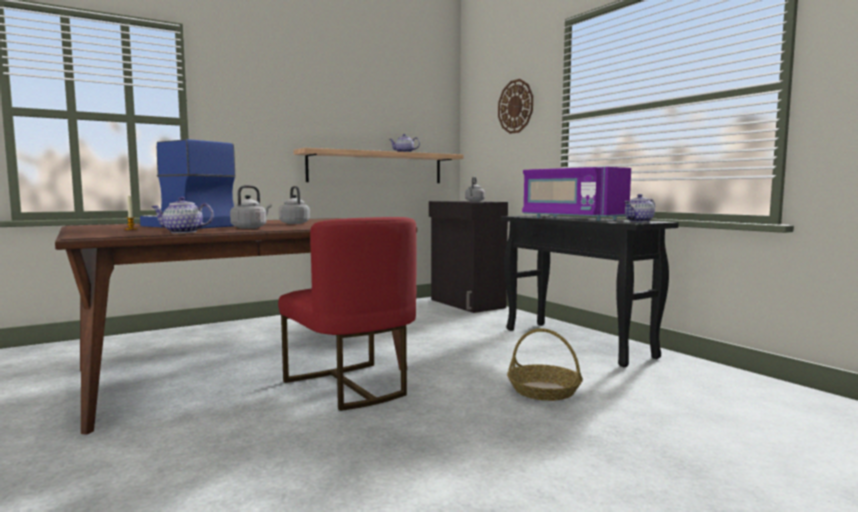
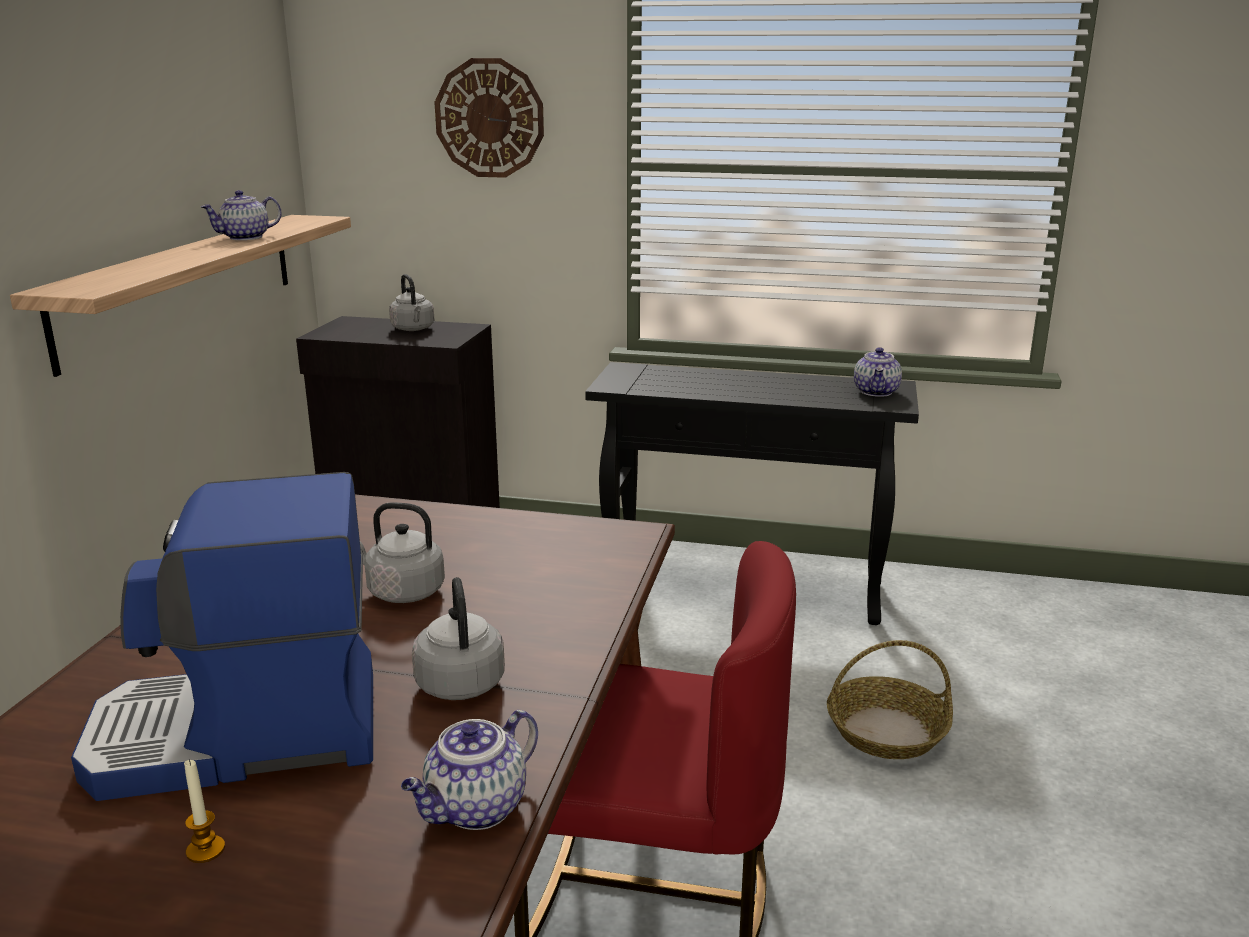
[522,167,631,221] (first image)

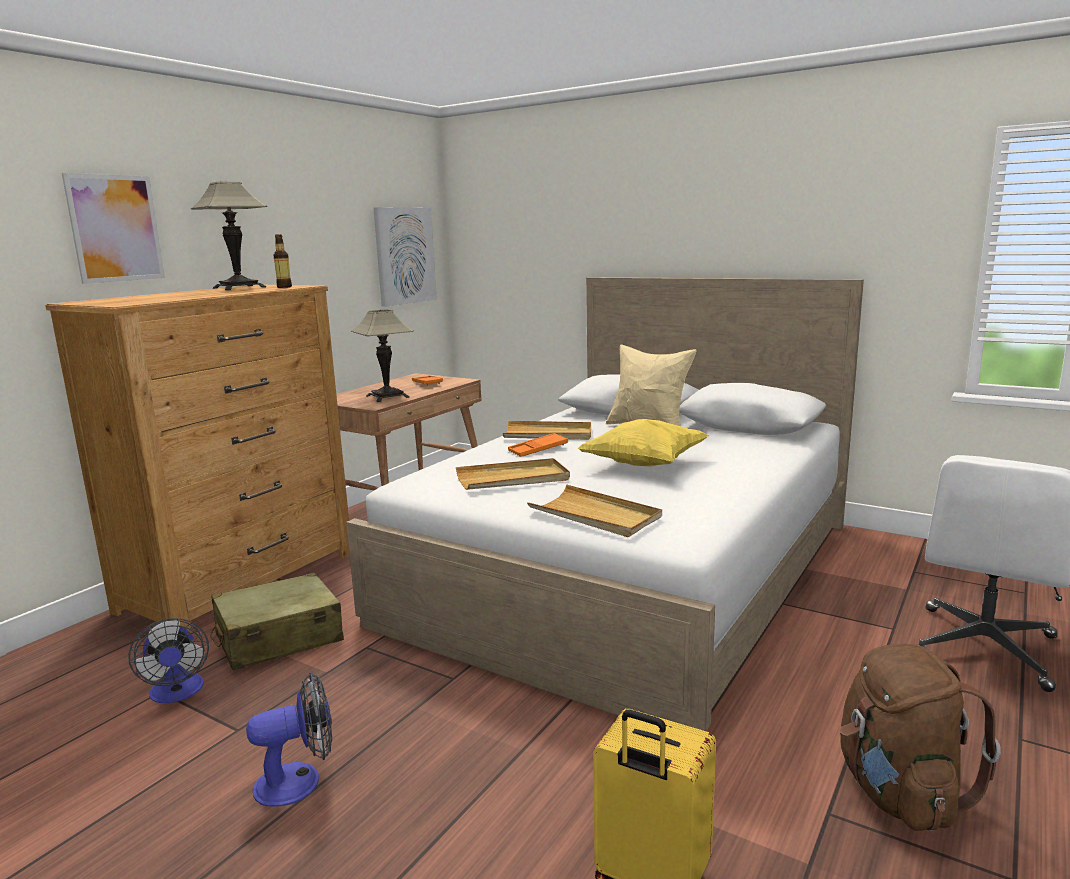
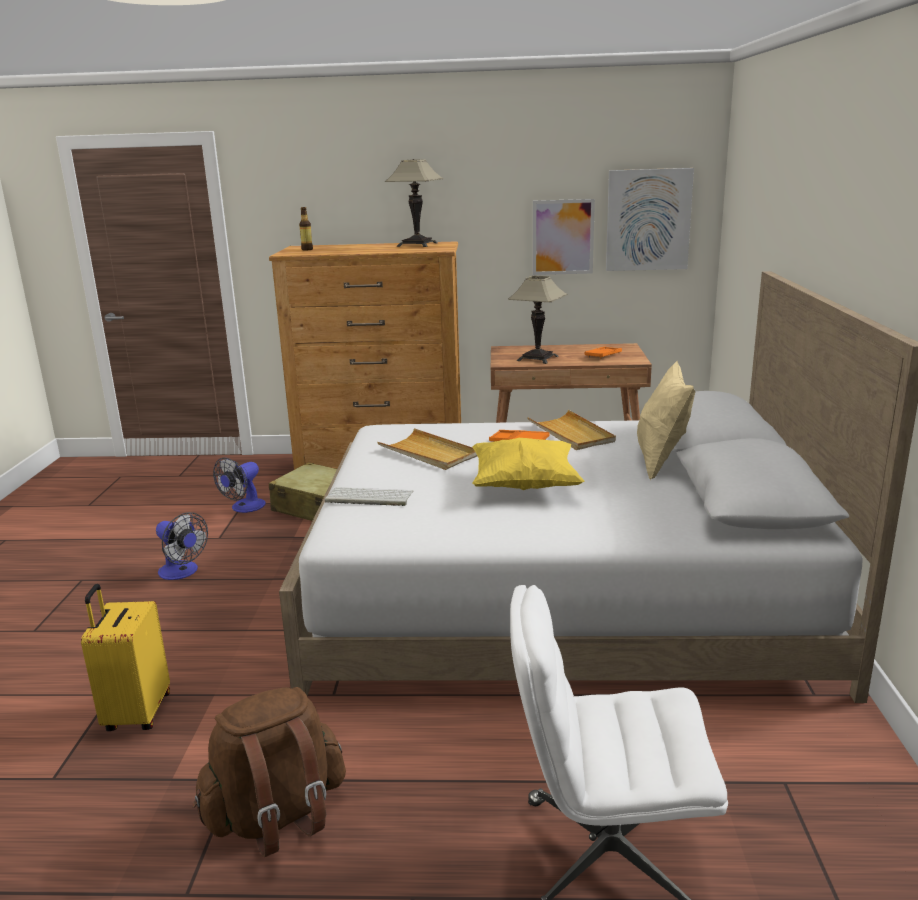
[533,199,595,275]
[299,207,313,251]
[325,487,413,506]

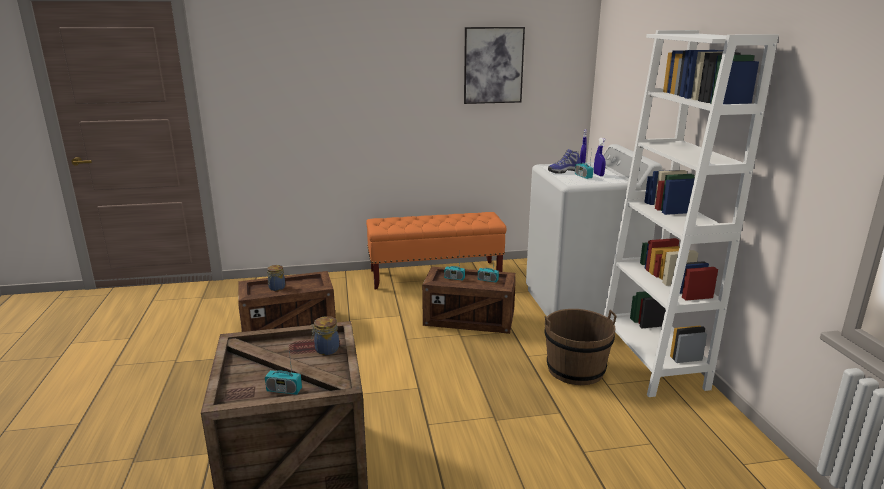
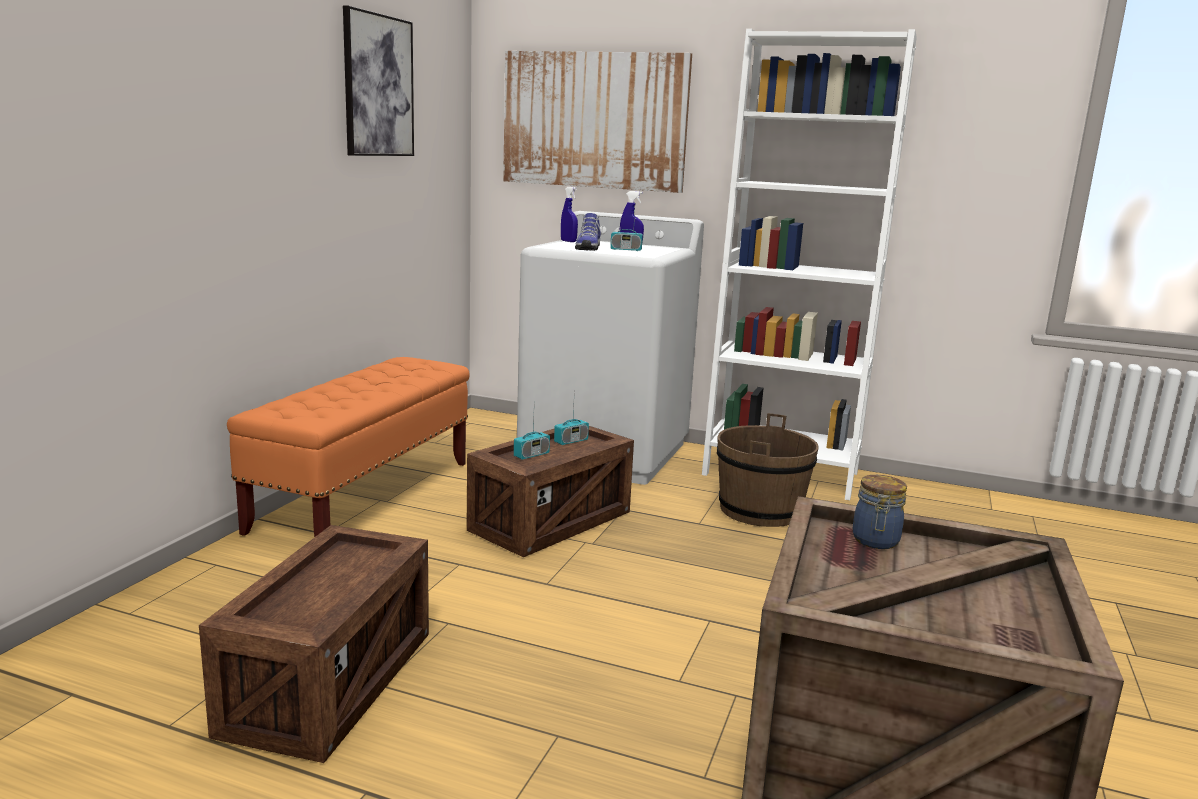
[265,351,302,395] (first image)
[267,265,285,291] (first image)
[503,51,692,193]

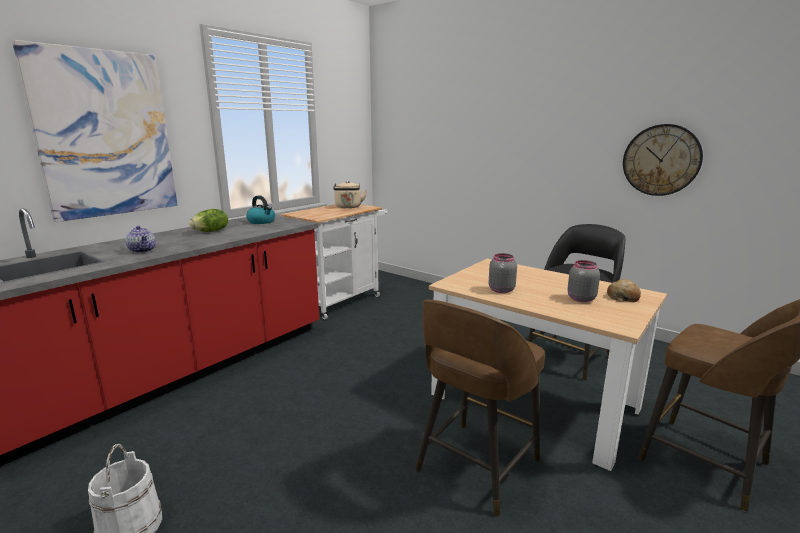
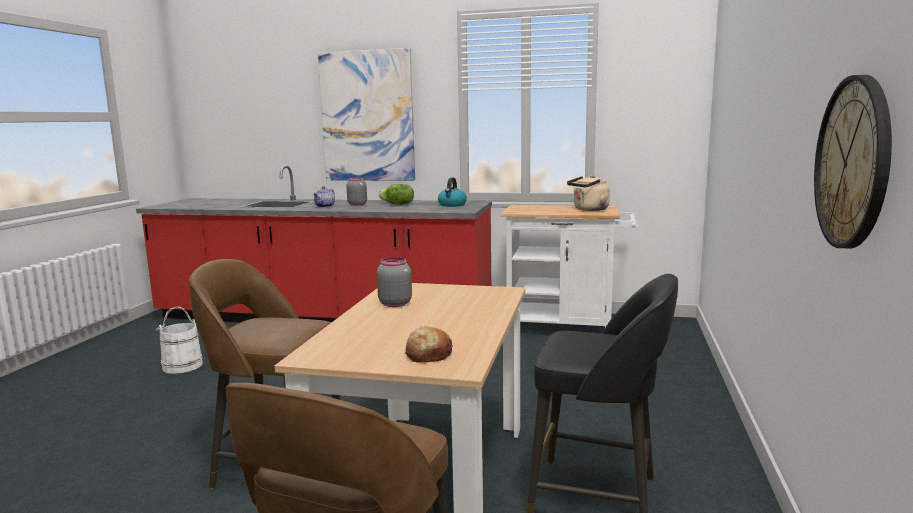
[346,177,367,206]

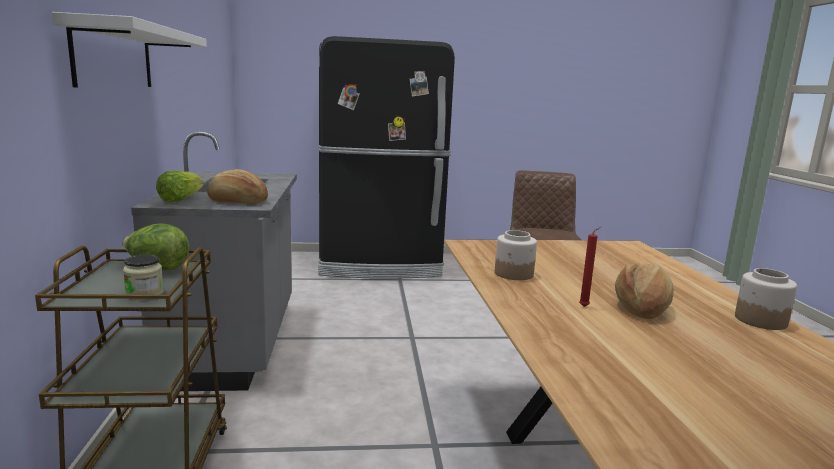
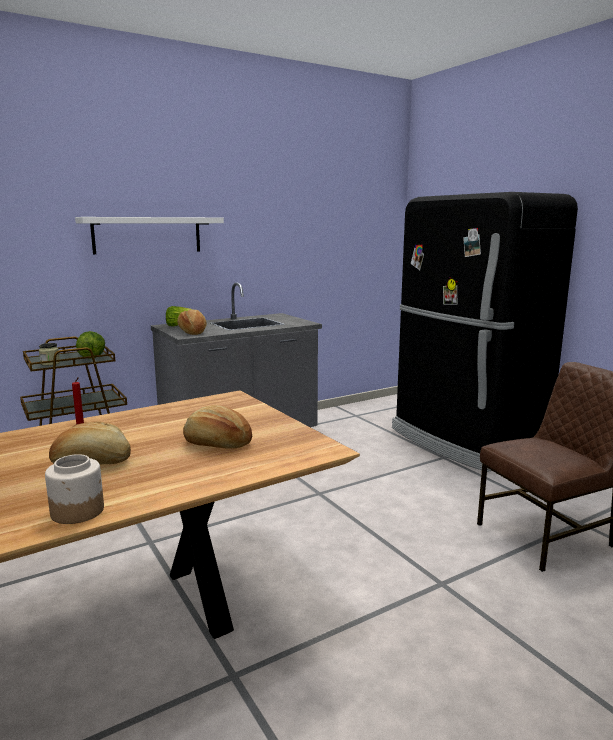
[495,230,537,280] (first image)
[183,405,252,449]

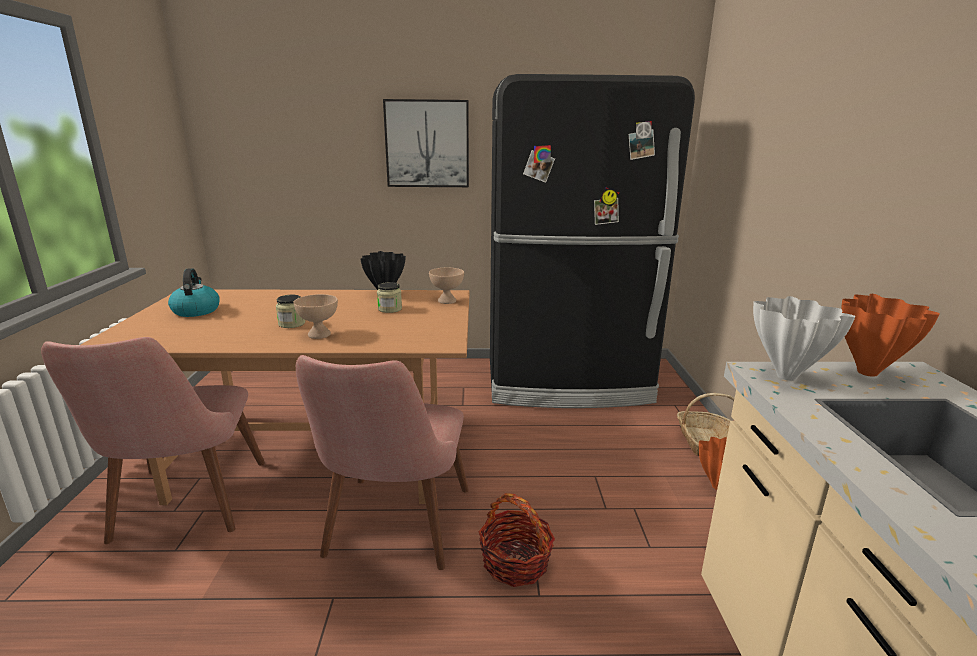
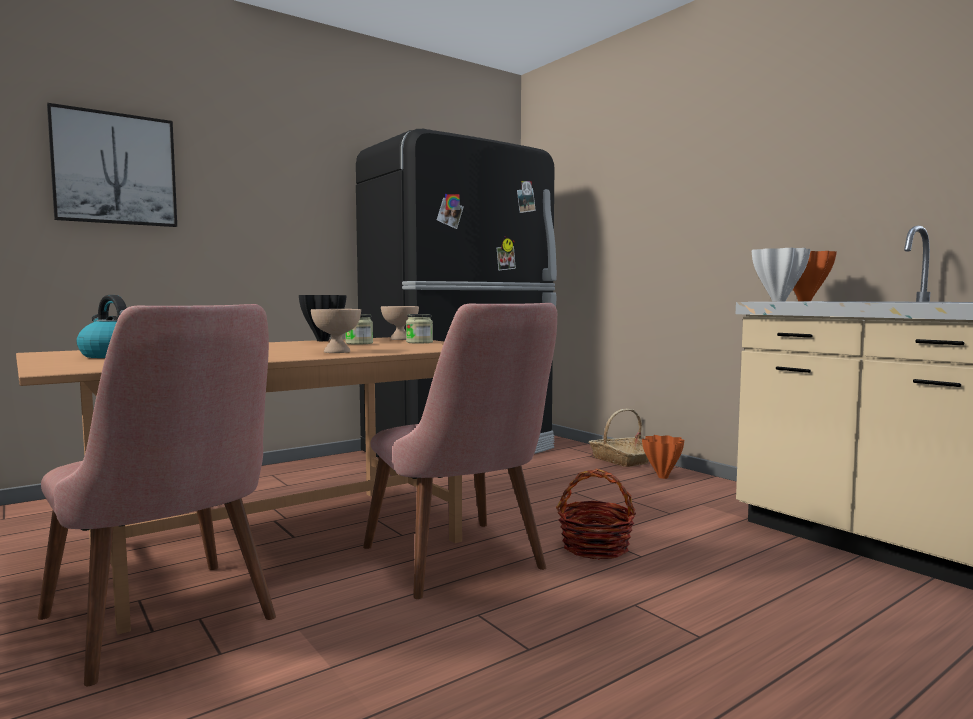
[406,314,433,343]
[47,103,177,227]

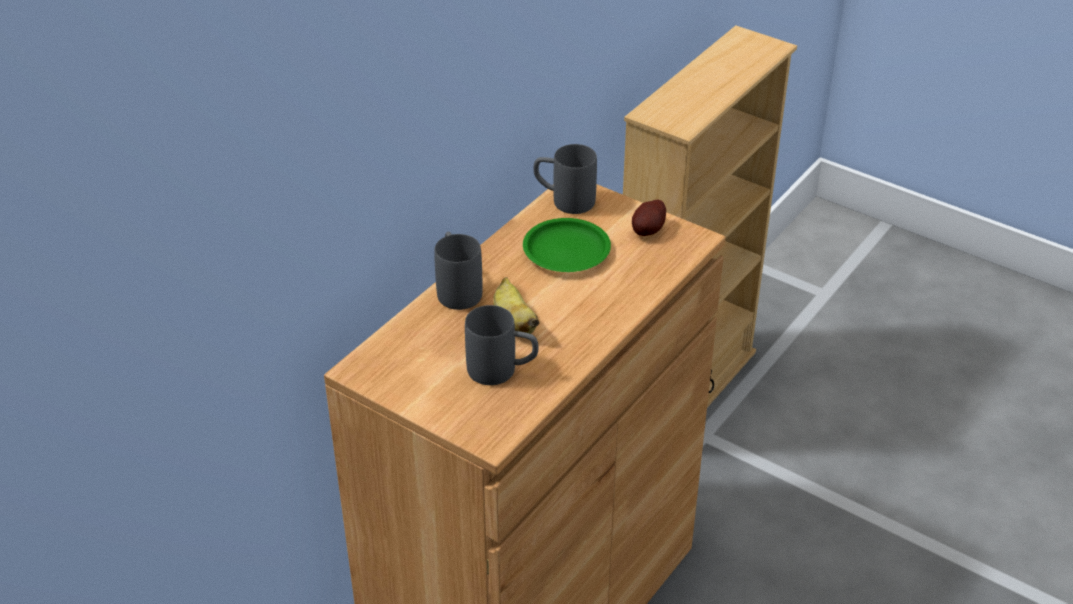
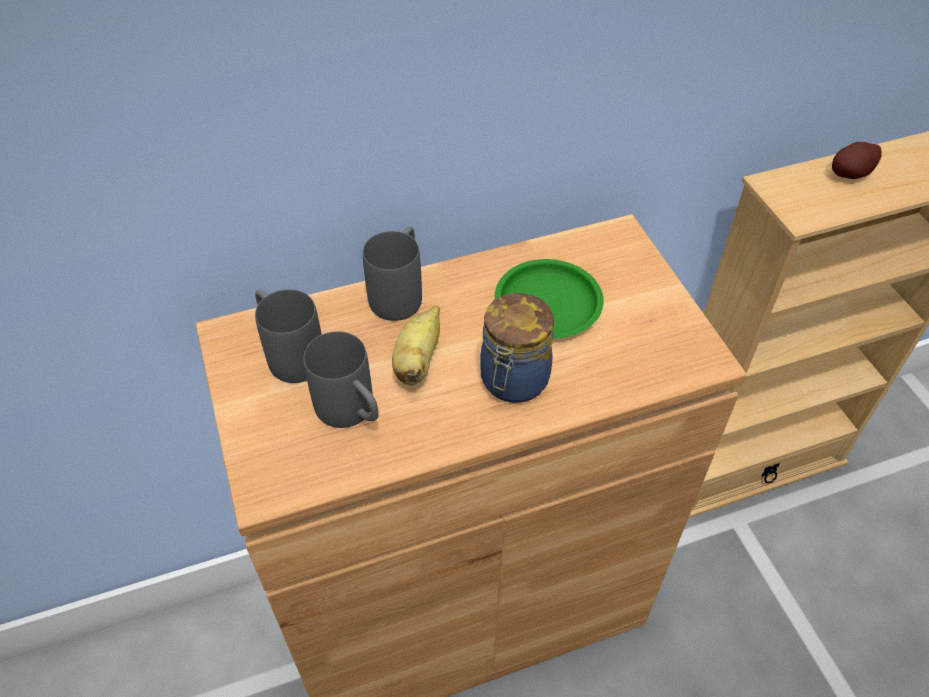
[255,289,322,383]
[832,142,882,179]
[480,293,554,403]

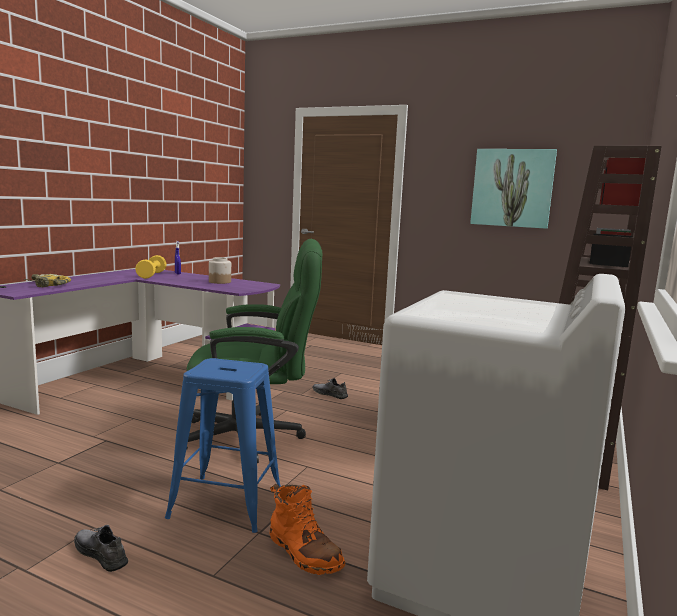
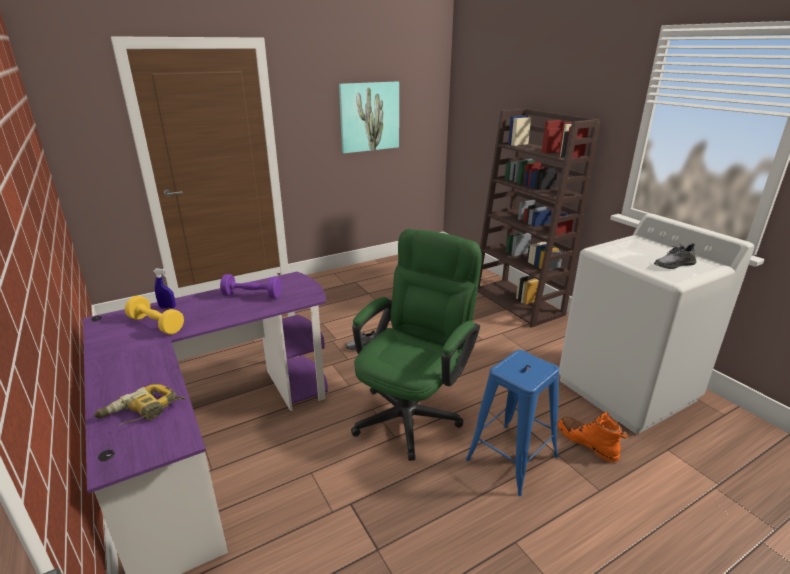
[654,243,697,269]
[220,274,281,299]
[558,412,628,462]

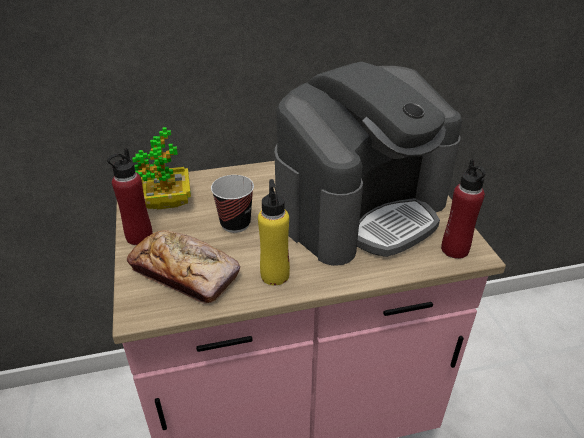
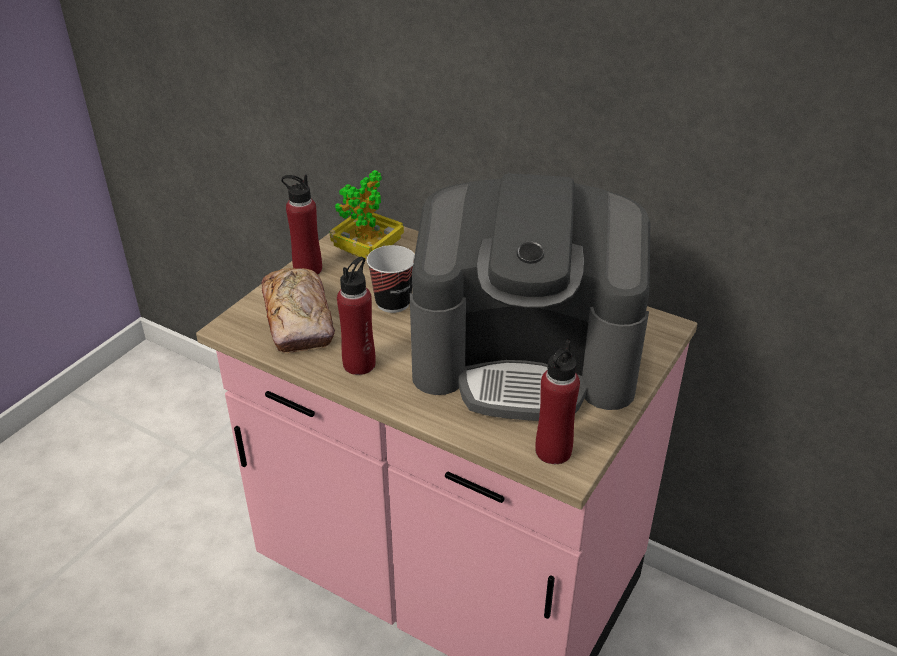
[337,257,376,375]

